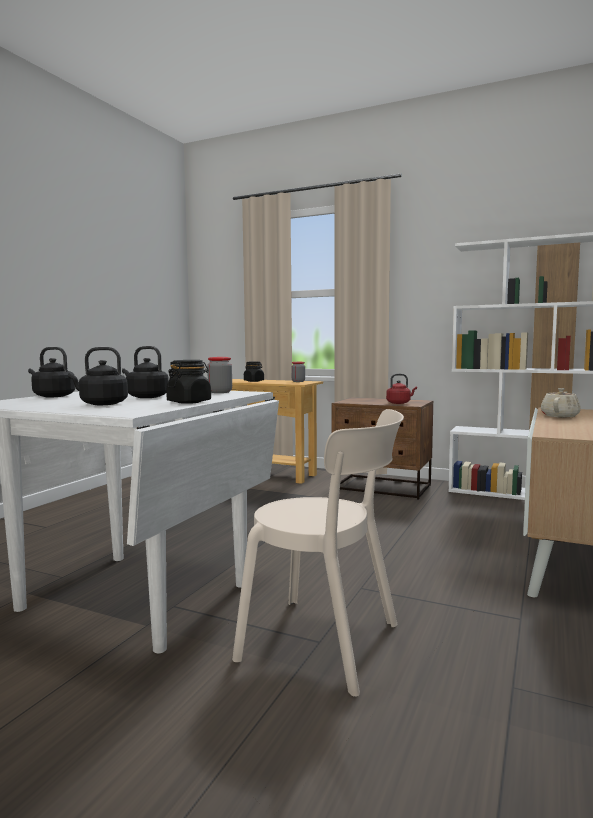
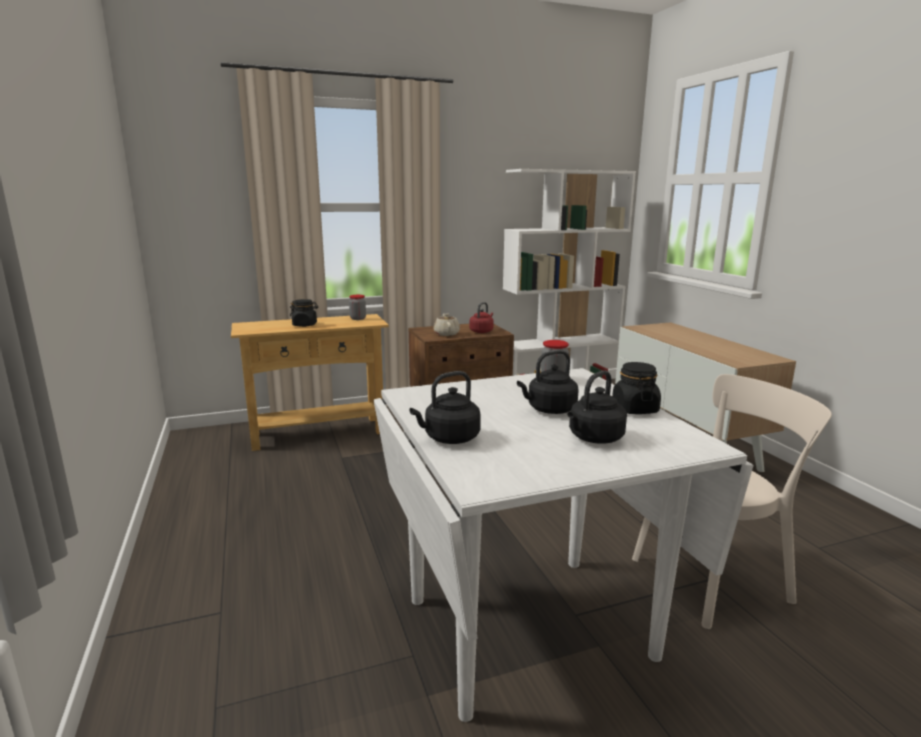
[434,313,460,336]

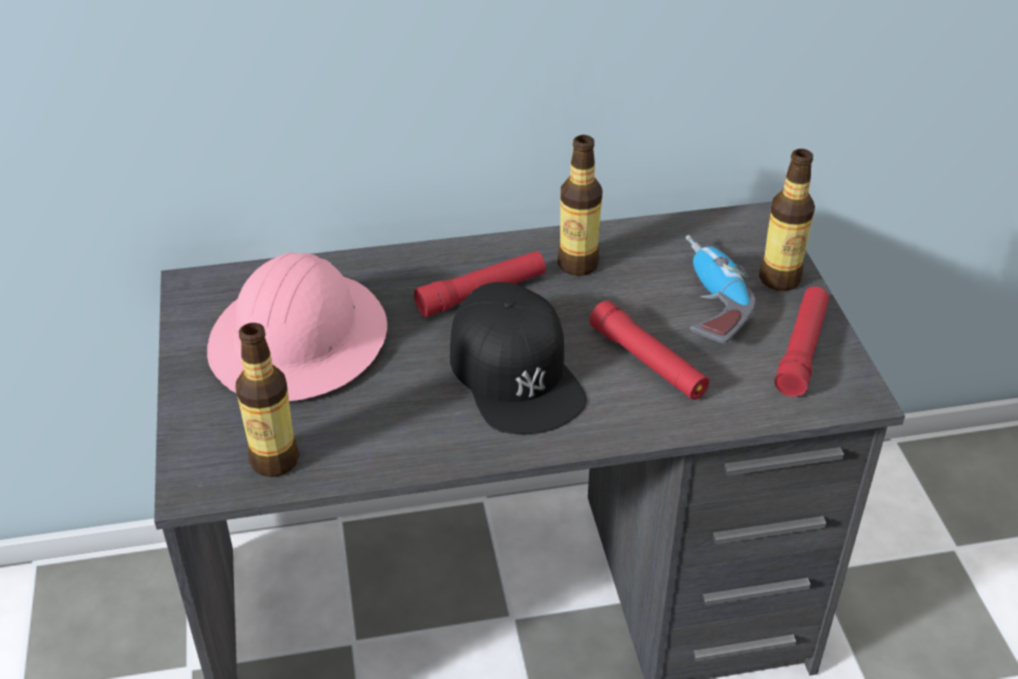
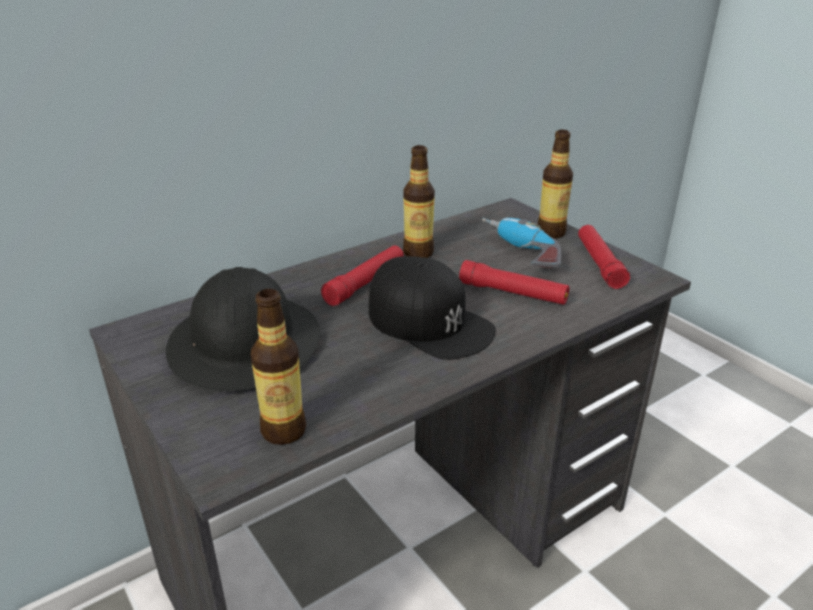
[166,267,320,392]

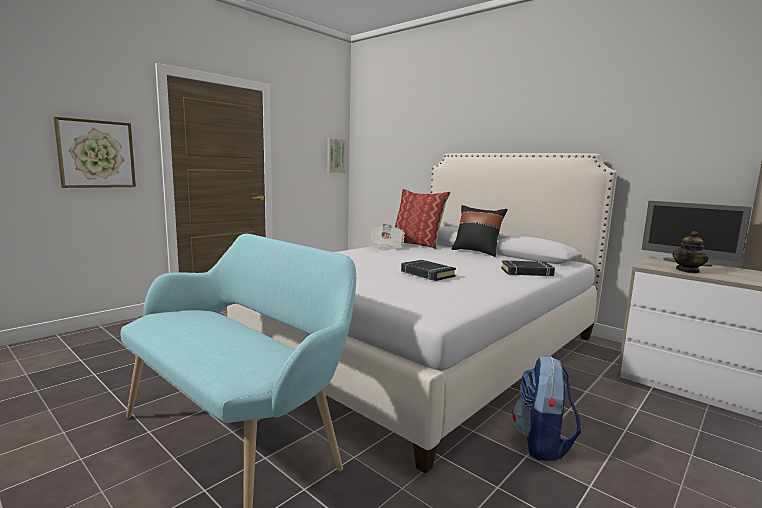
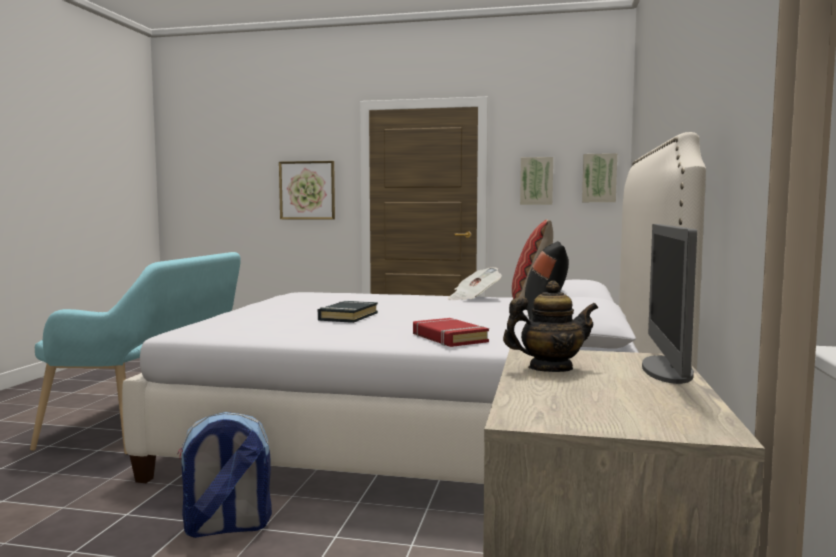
[413,318,489,347]
[503,281,598,372]
[520,157,553,205]

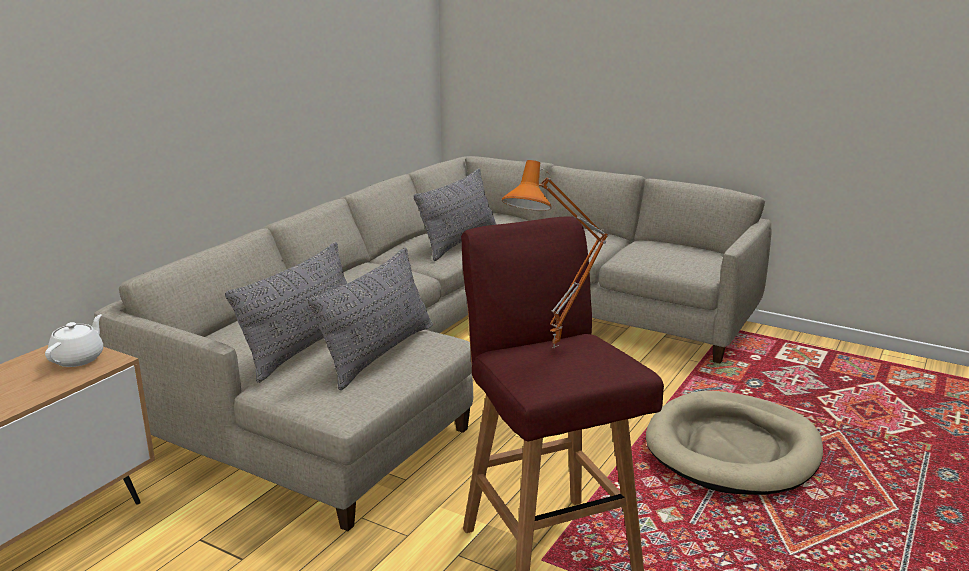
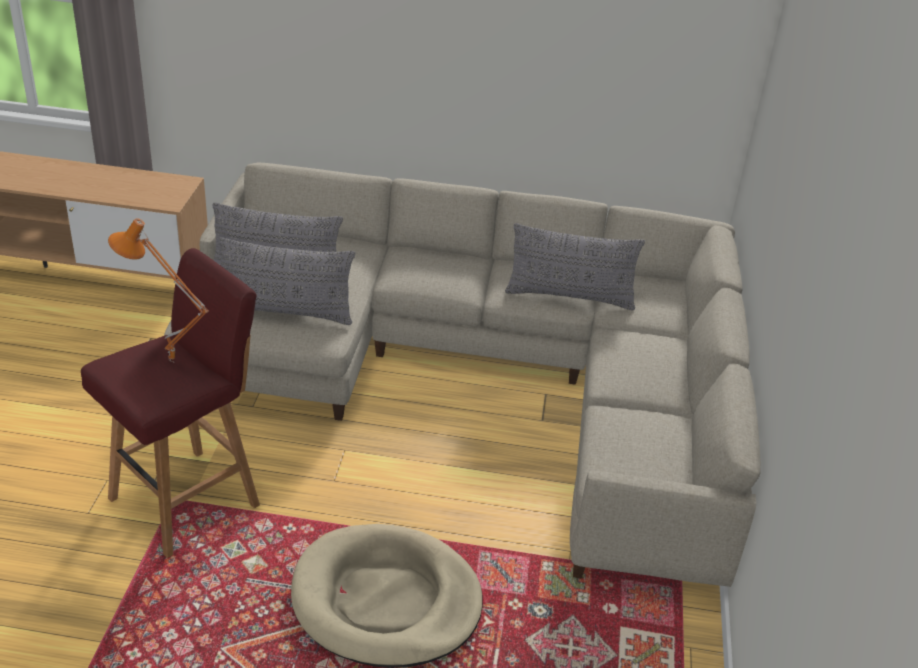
[45,314,103,367] (first image)

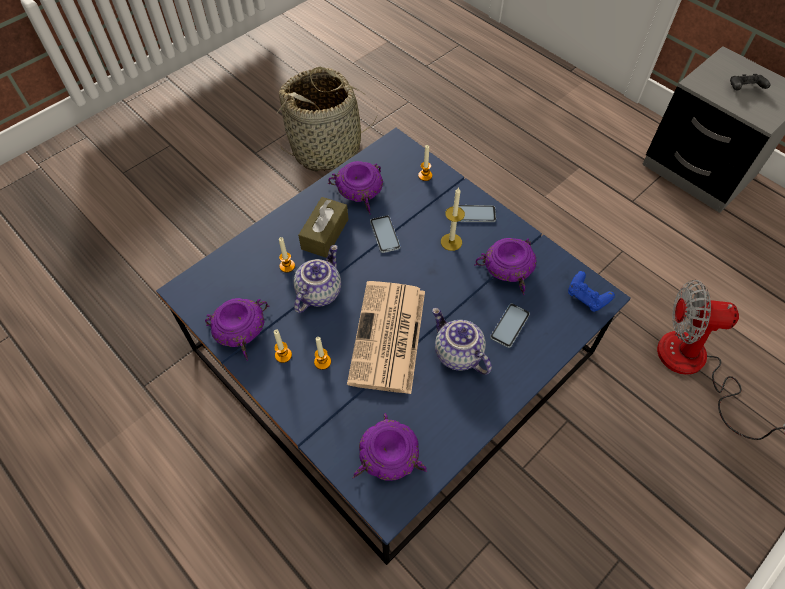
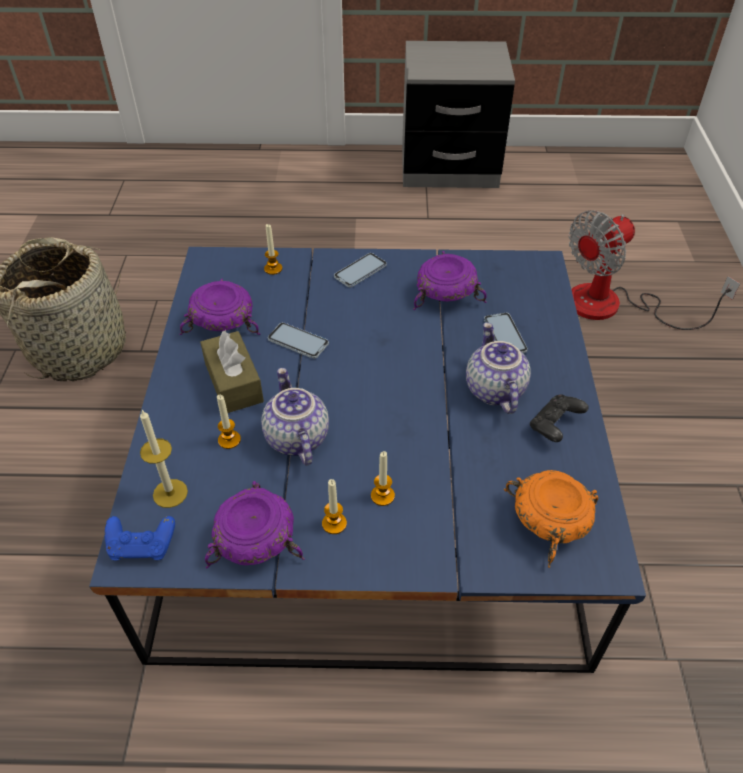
[347,281,425,394] (first image)
[504,470,599,568]
[466,322,531,414]
[140,410,188,508]
[105,516,175,560]
[530,394,589,442]

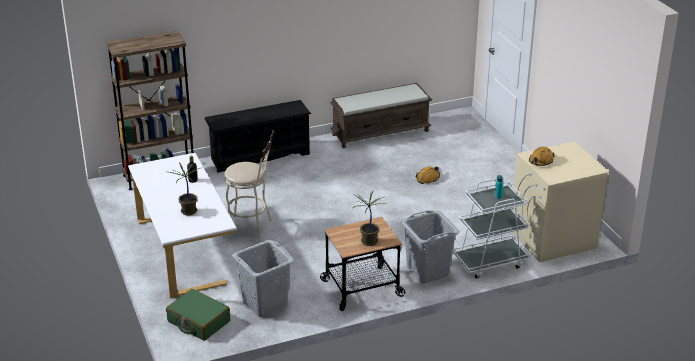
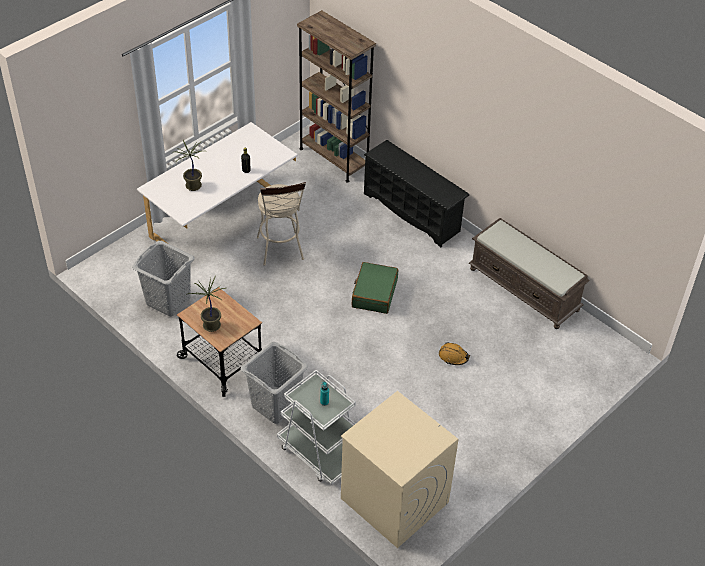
[352,262,398,314]
[529,147,555,166] (first image)

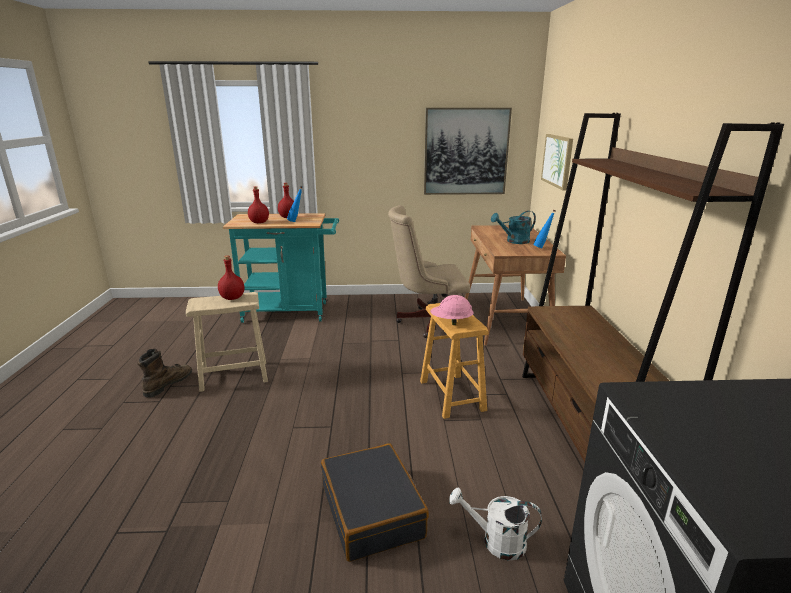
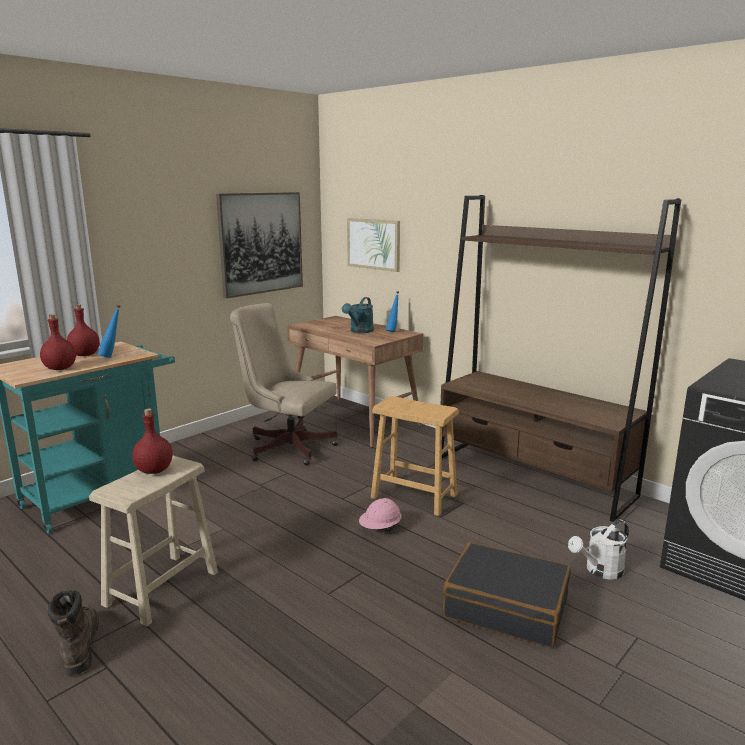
[230,303,338,465]
[359,498,402,532]

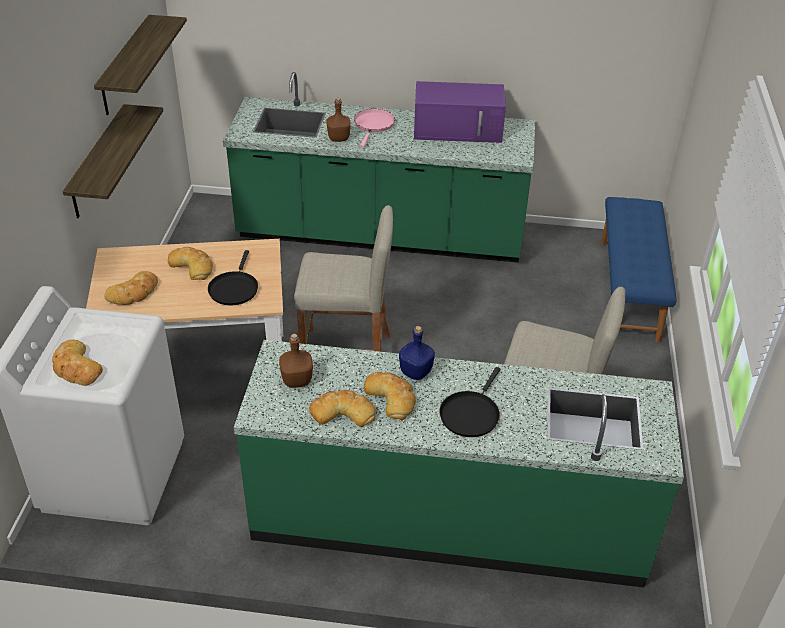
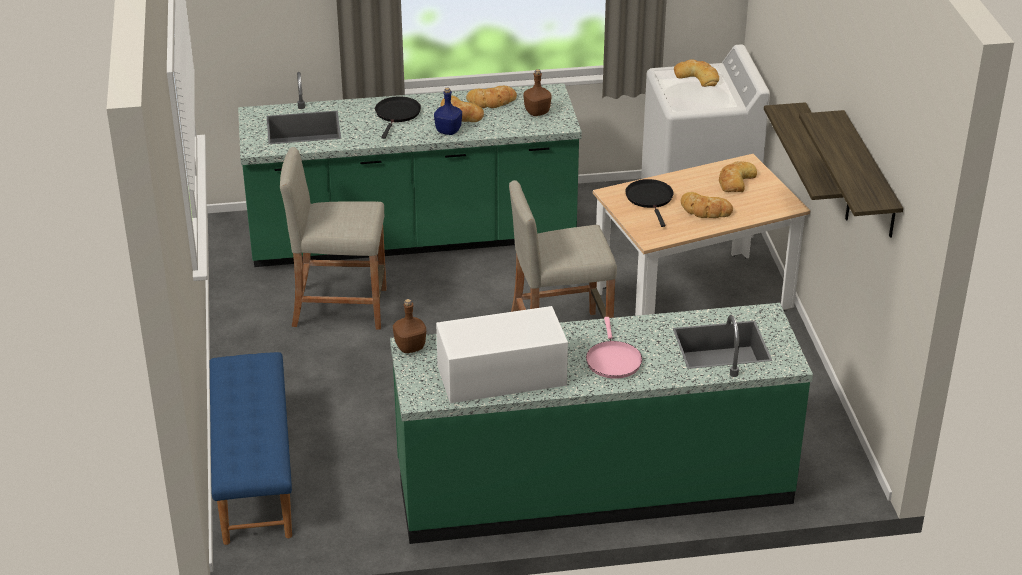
[393,299,426,353]
[436,306,568,403]

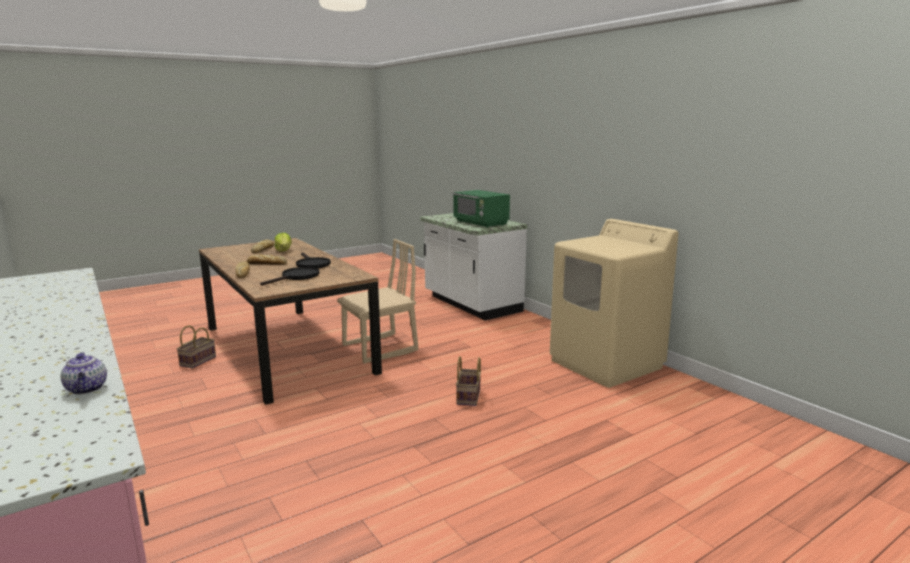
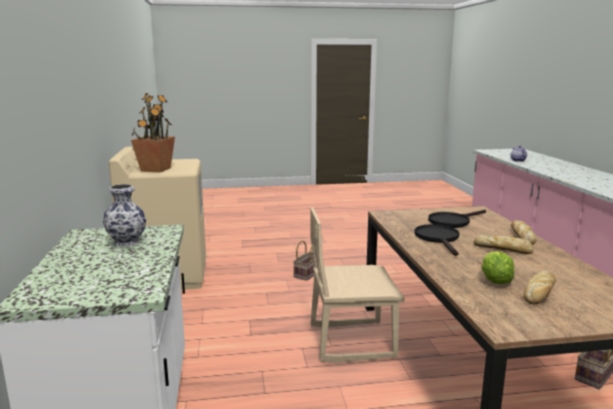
[103,184,146,247]
[131,93,175,172]

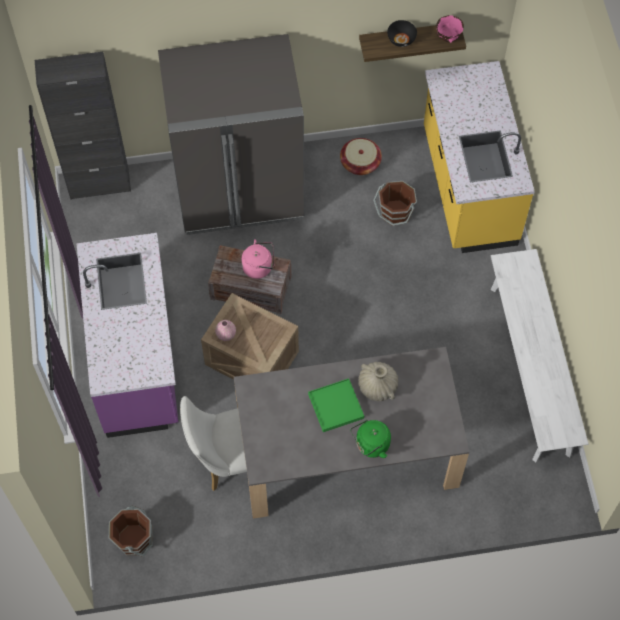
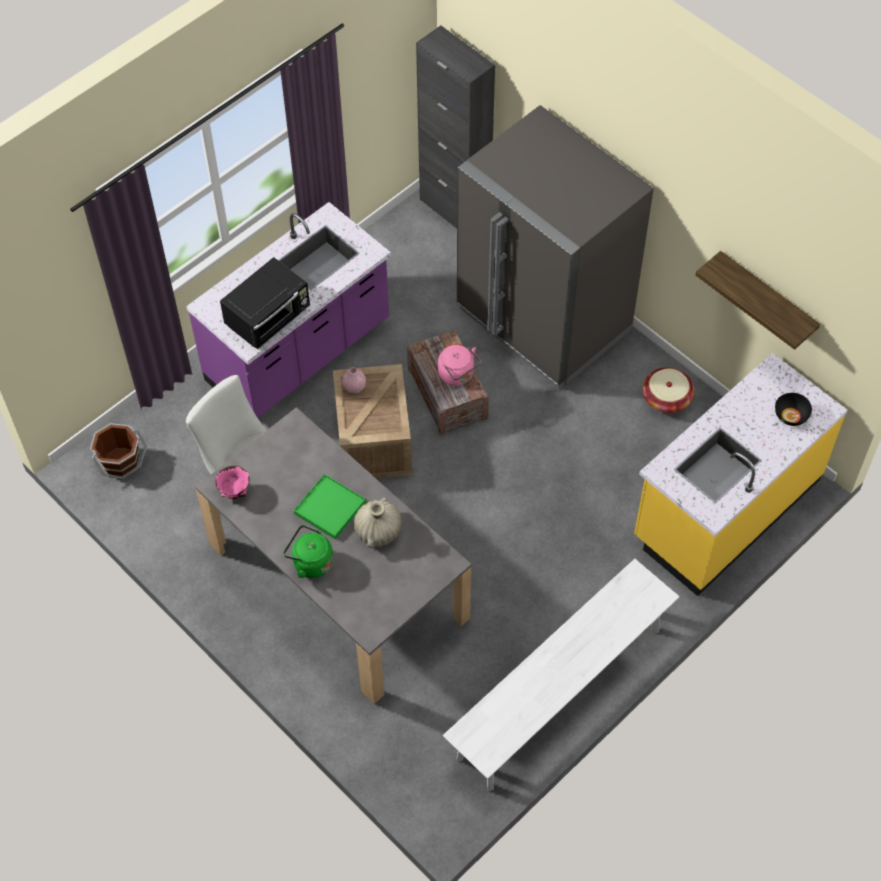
[373,181,417,225] (first image)
[775,393,812,426]
[215,466,250,499]
[220,257,310,350]

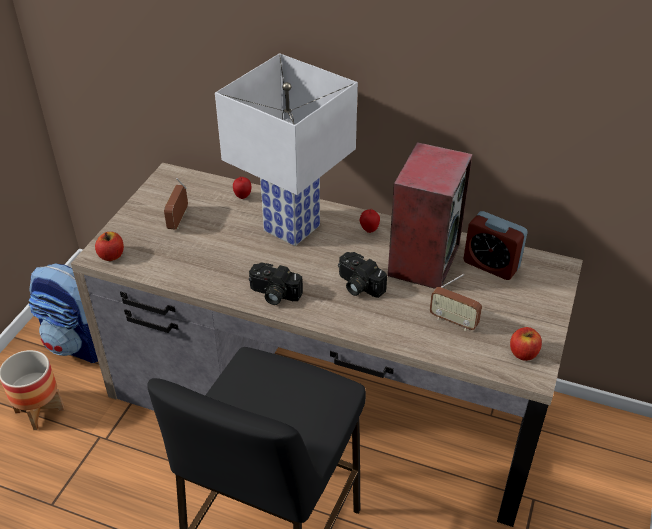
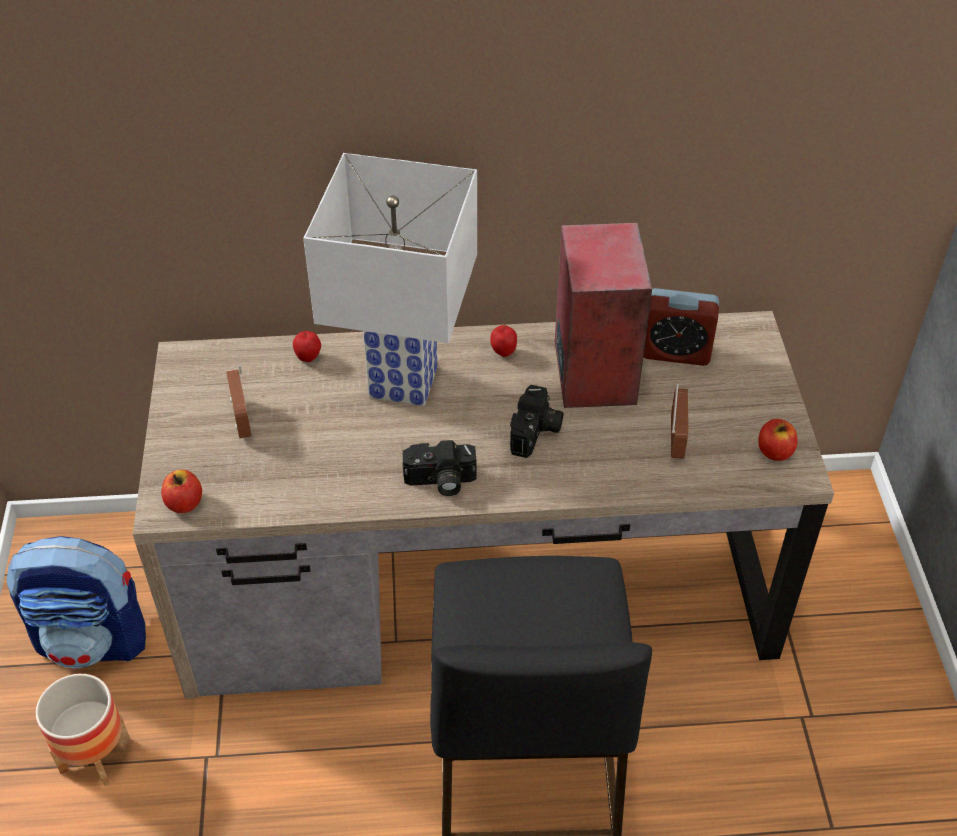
[510,385,563,458]
[670,383,689,459]

